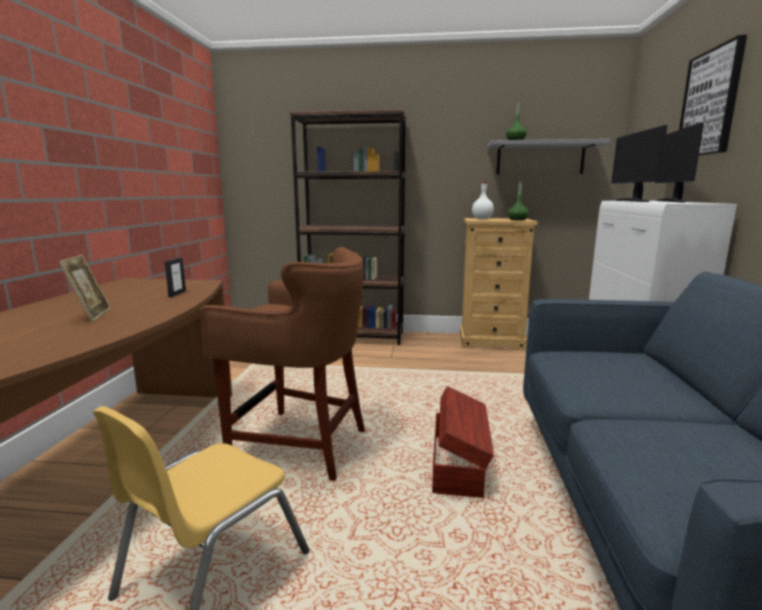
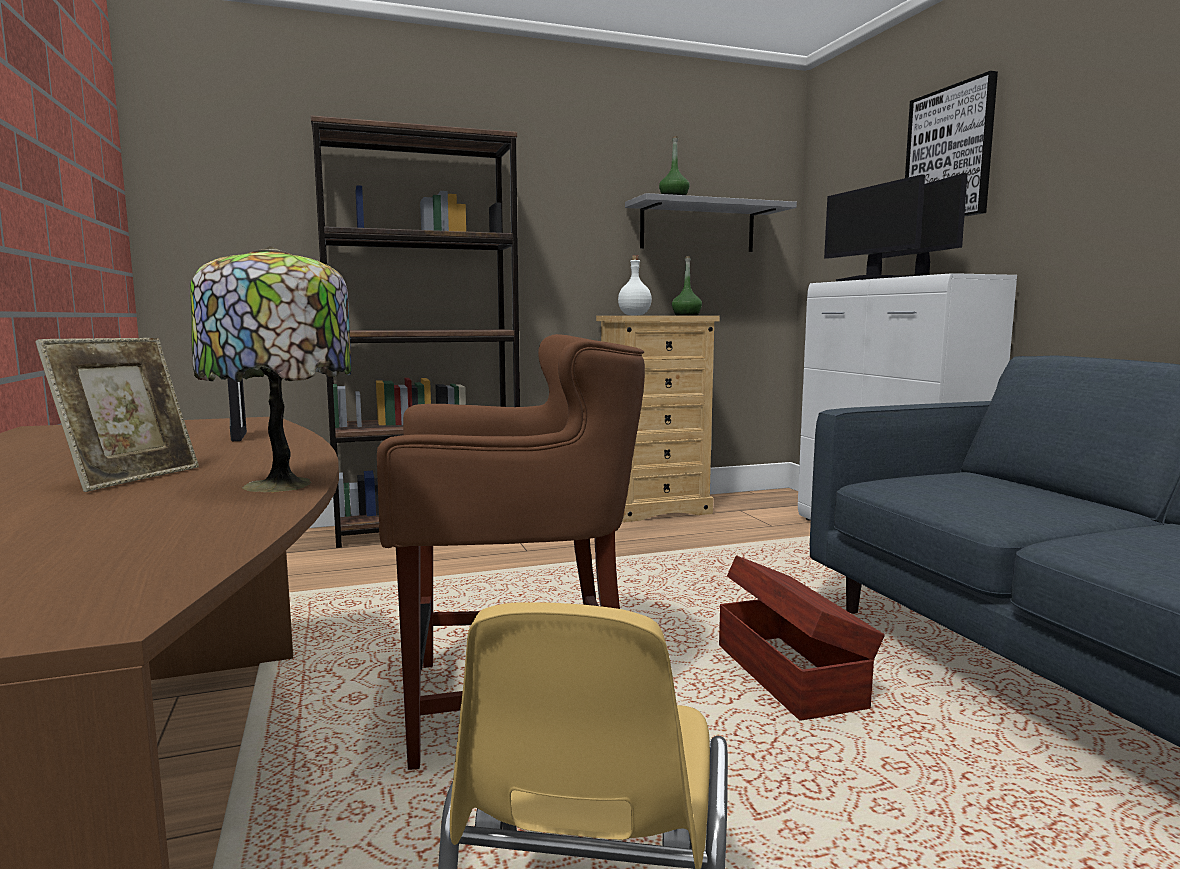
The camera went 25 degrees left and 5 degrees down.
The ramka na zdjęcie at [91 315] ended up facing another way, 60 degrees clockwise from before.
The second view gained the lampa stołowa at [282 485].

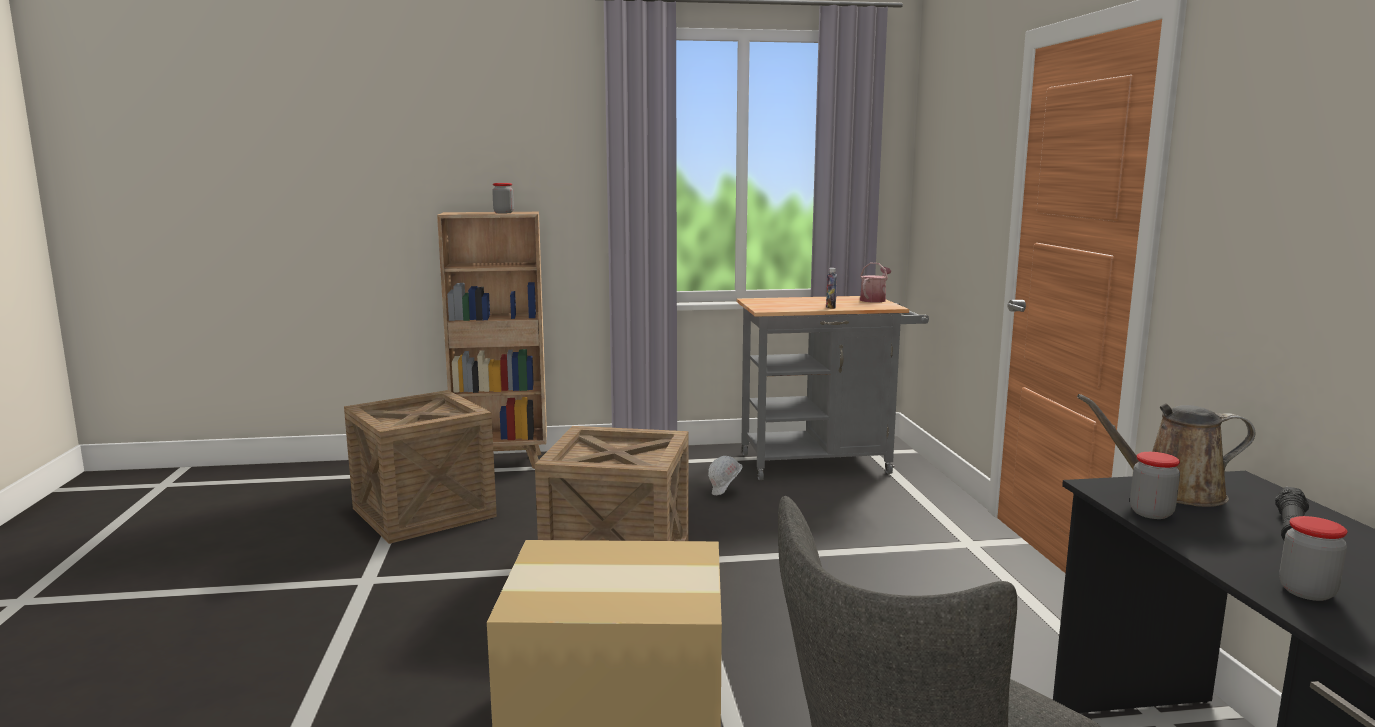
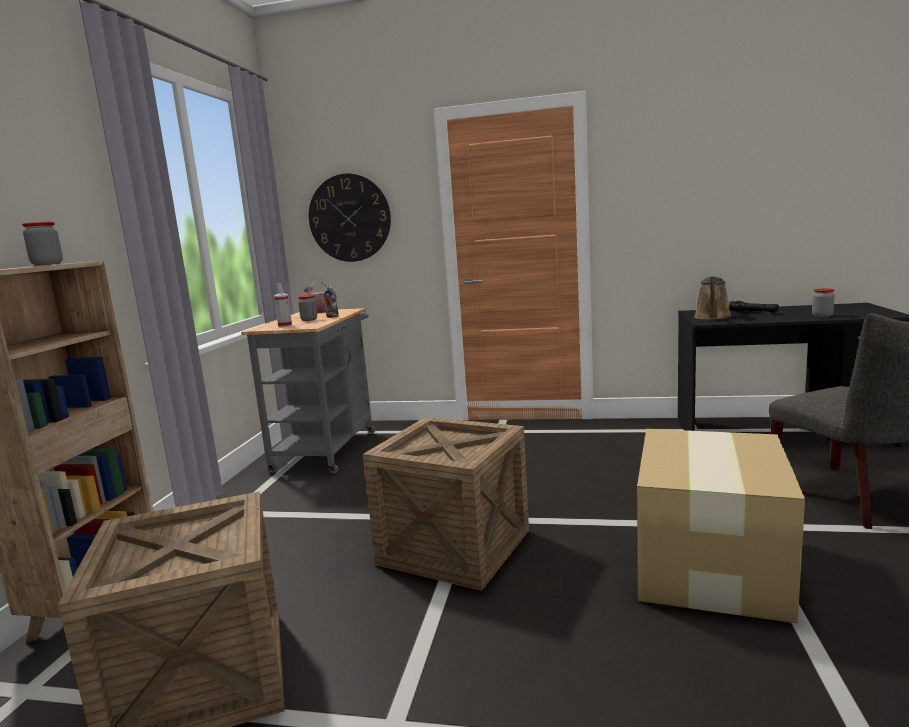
The camera went 70 degrees left and 0 degrees up.
The second view gained the spryskiwacz at [285 326].
The słoik ended up elsewhere, having gone from [1151 513] to [309 320].
The second view gained the zegar ścienny at [349 218].
The second view lost the kask (biały) at [725 493].

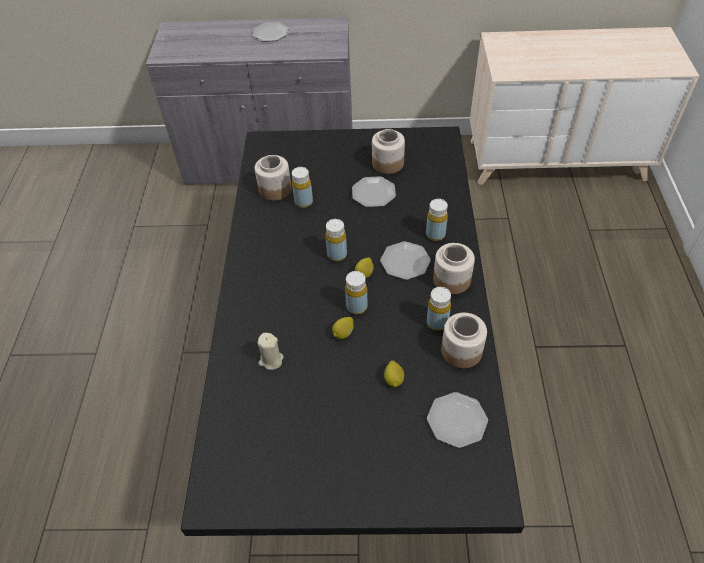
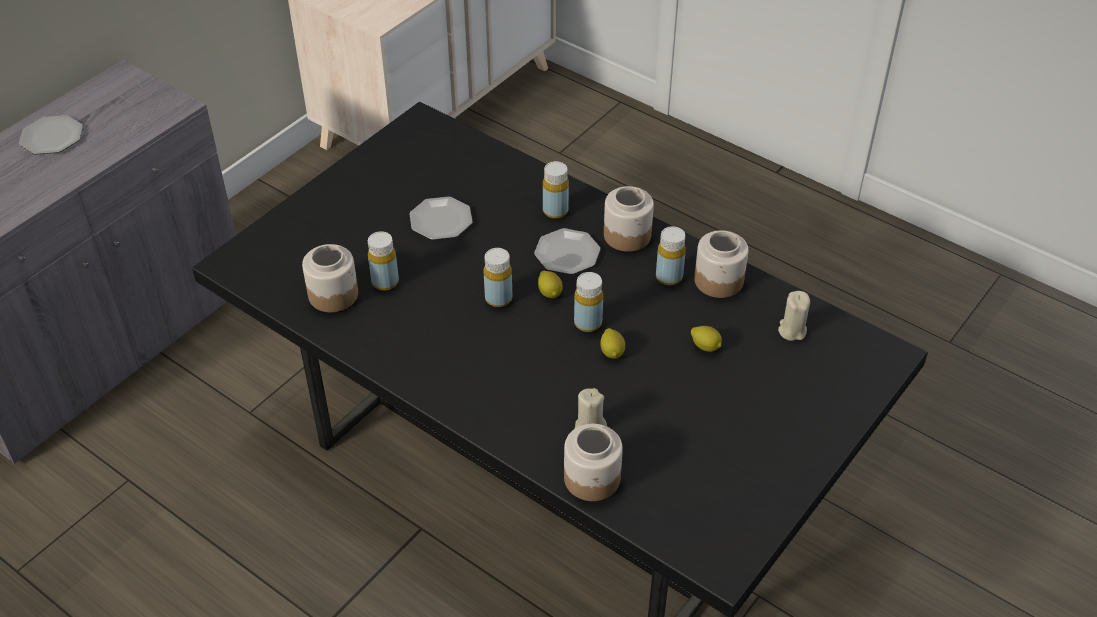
The camera went 55 degrees left and 5 degrees down.
The słoik ended up elsewhere, having gone from [387 164] to [592 479].
Where the talerz stood at [457 421], the świeca (beżowy) came to stand at [792 330].

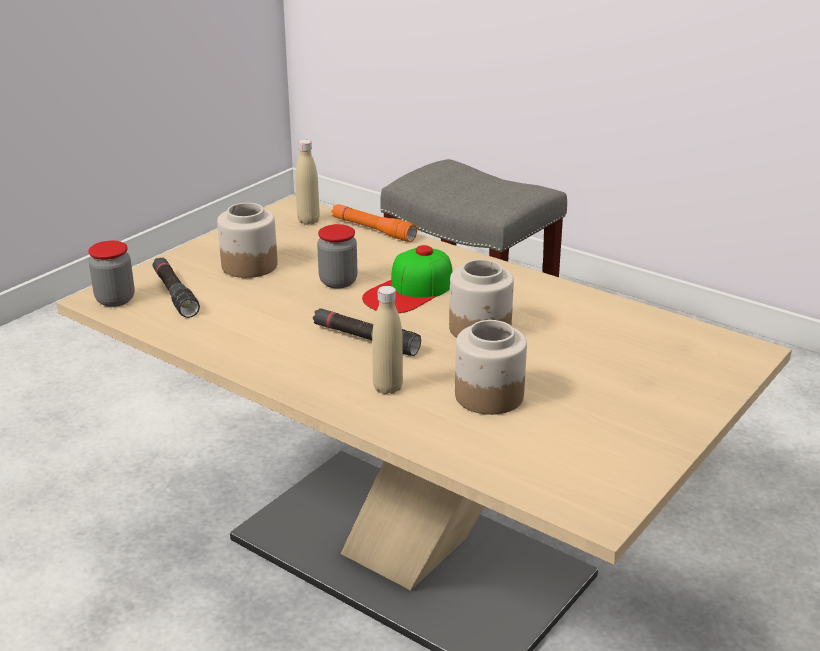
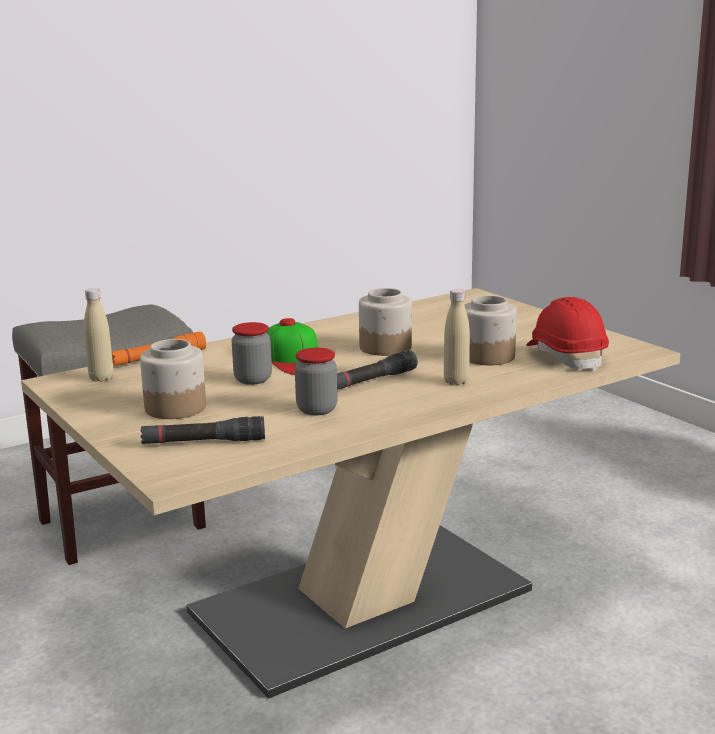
The camera went 70 degrees left and 10 degrees down.
The słoik ended up elsewhere, having gone from [115 300] to [317 409].
The second view gained the kask (czerwony) at [566 357].

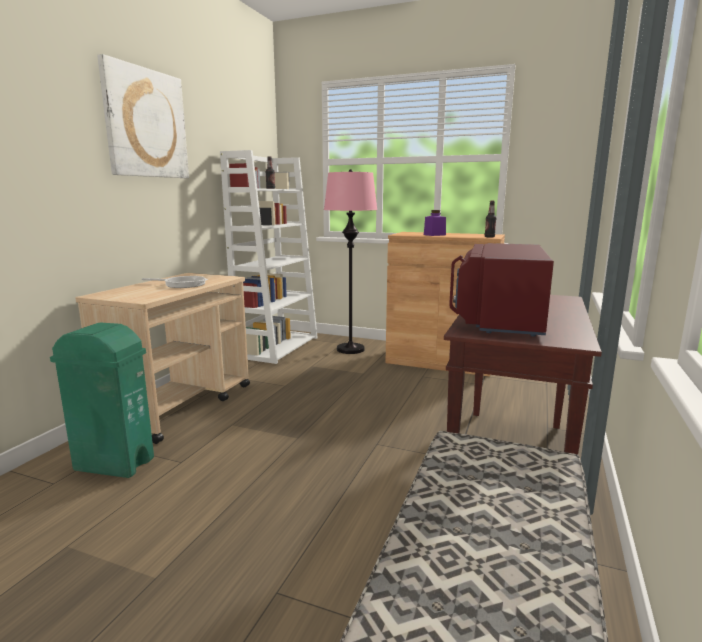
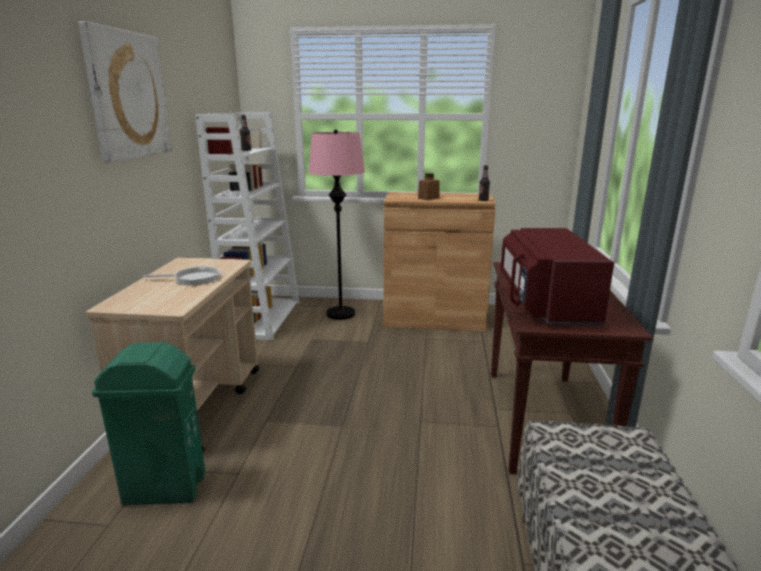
The camera went 15 degrees left and 5 degrees up.
What was the słoik (fioletowy) at [434 235] turned into the słoik (brązowy) at [428 198].

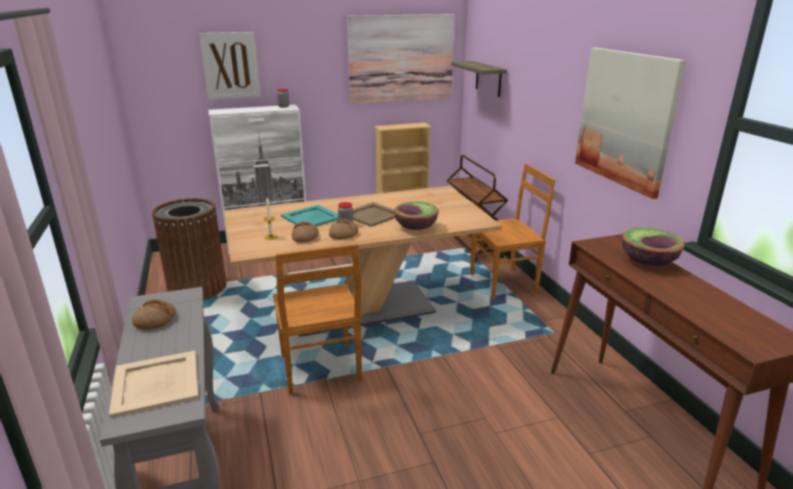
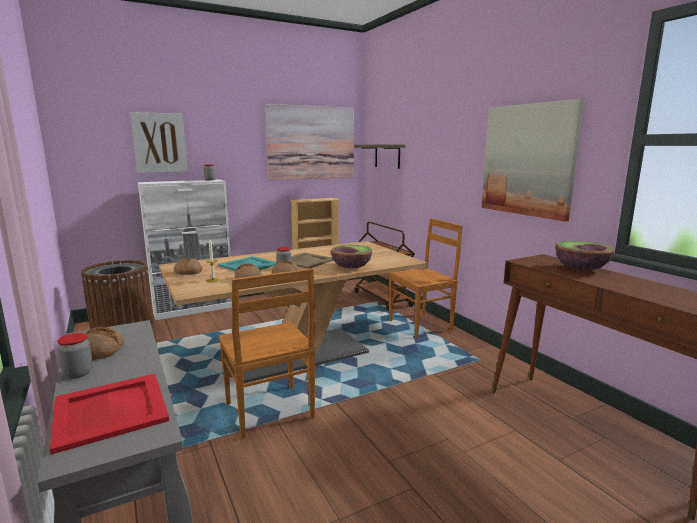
The camera went 10 degrees left and 10 degrees down.
What was the taca (beżowy) at [157 382] turned into the taca (czerwony) at [111 409].
The second view gained the słoik at [78 373].
The second view gained the chleb at [188 272].

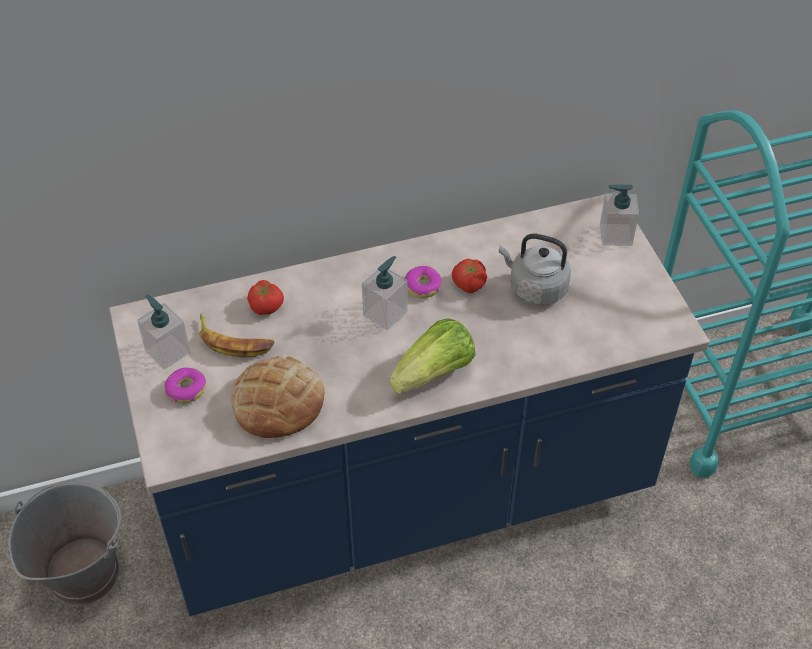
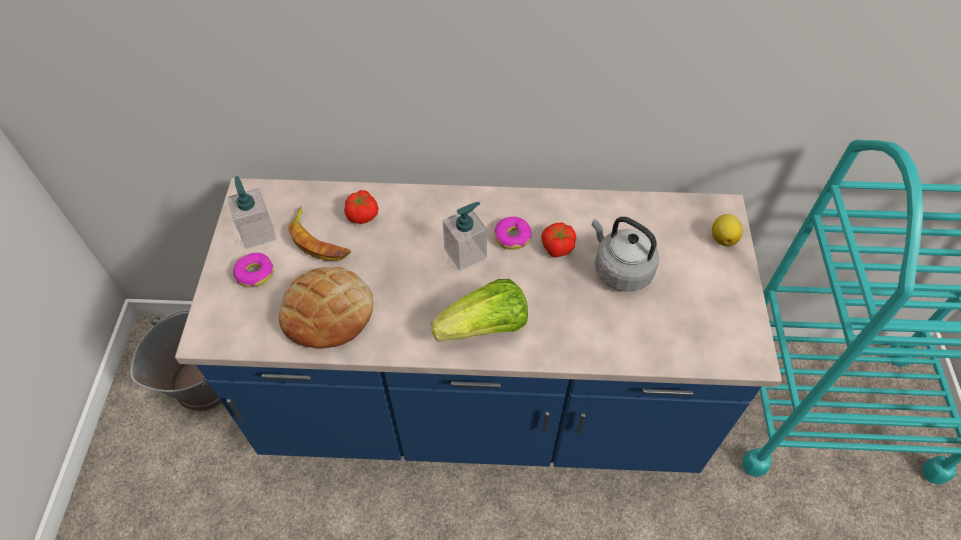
The camera went 20 degrees right and 5 degrees up.
Where the dozownik mydła stood at [615 235], the cytryna came to stand at [723 238].

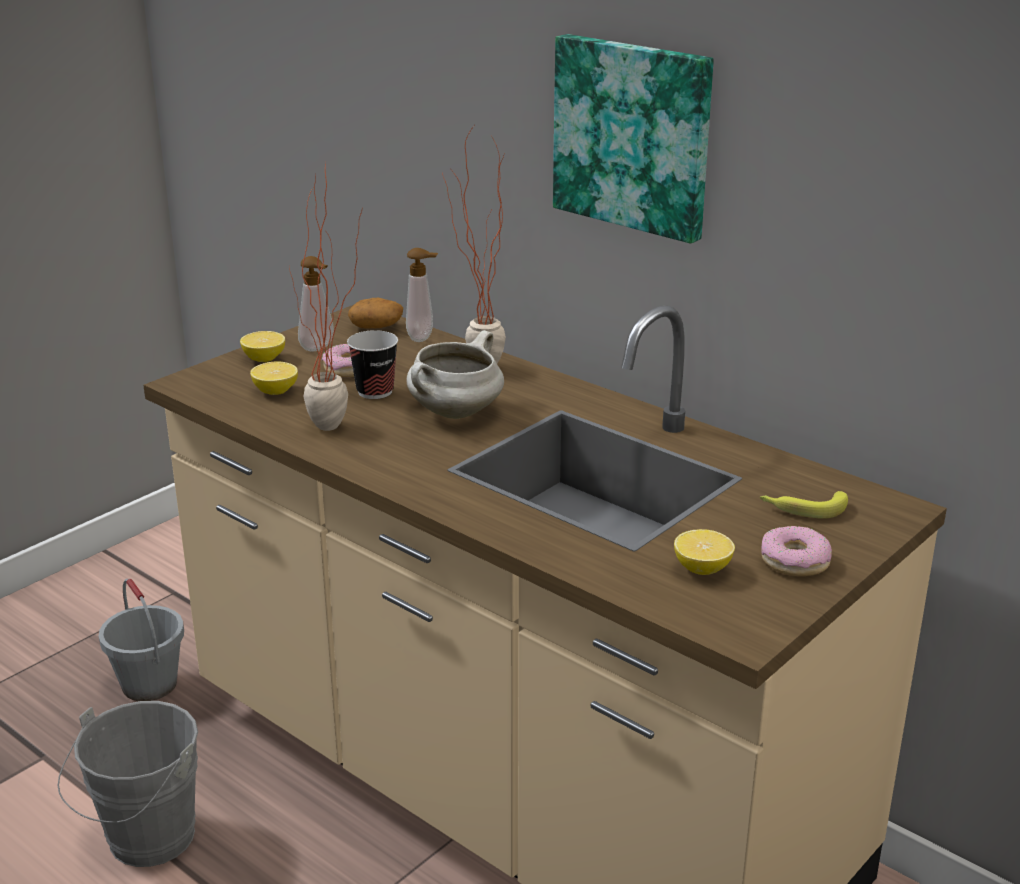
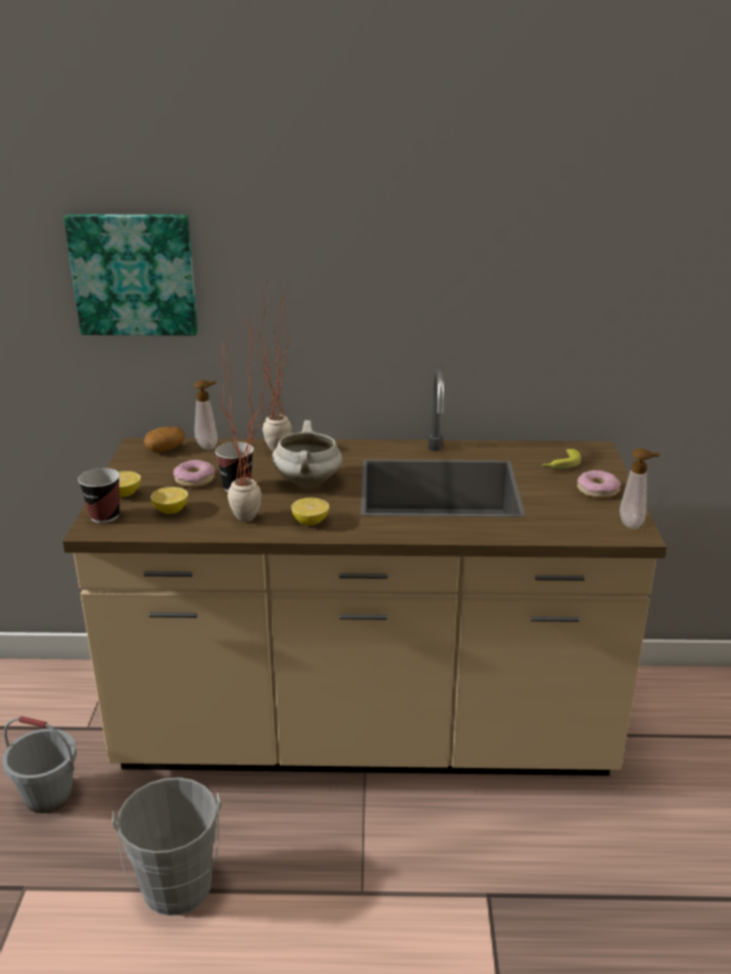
The camera went 40 degrees left and 0 degrees up.
The obraz ended up elsewhere, having gone from [634 135] to [134 274].
The second view gained the filiżanka at [104 516].
The cytryna ended up elsewhere, having gone from [702 569] to [310 522].
The dozownik mydła ended up elsewhere, having gone from [319 348] to [633 524].

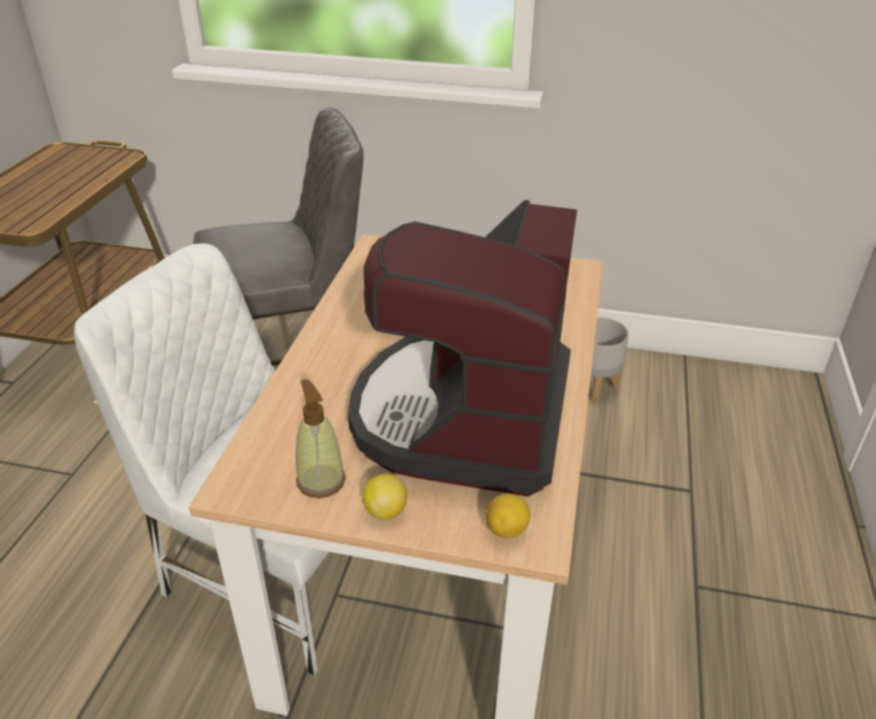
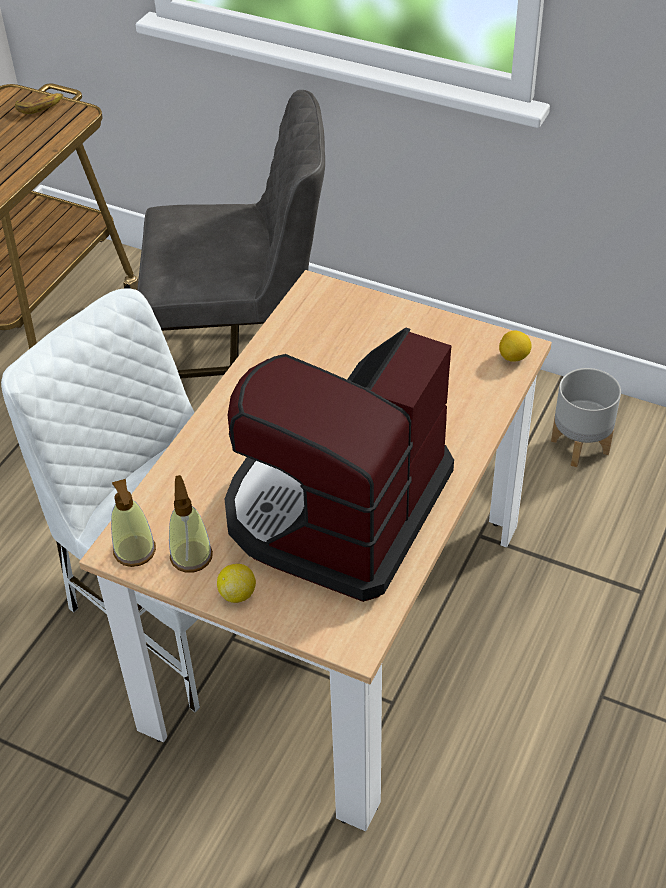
The camera went 15 degrees right and 10 degrees up.
The second view gained the banan at [40 106].
The second view gained the dozownik mydła at [135 551].
The cytryna ended up elsewhere, having gone from [507 530] to [514 357].

